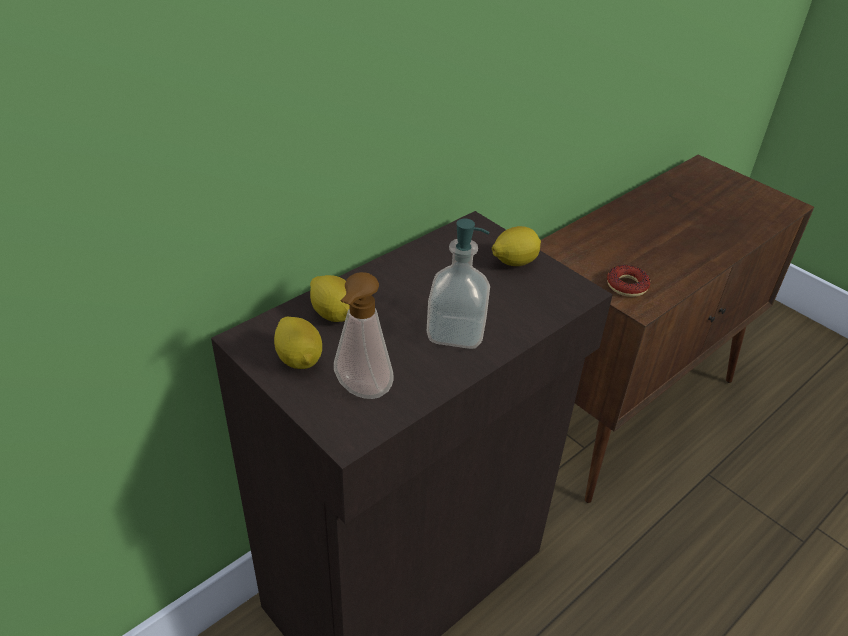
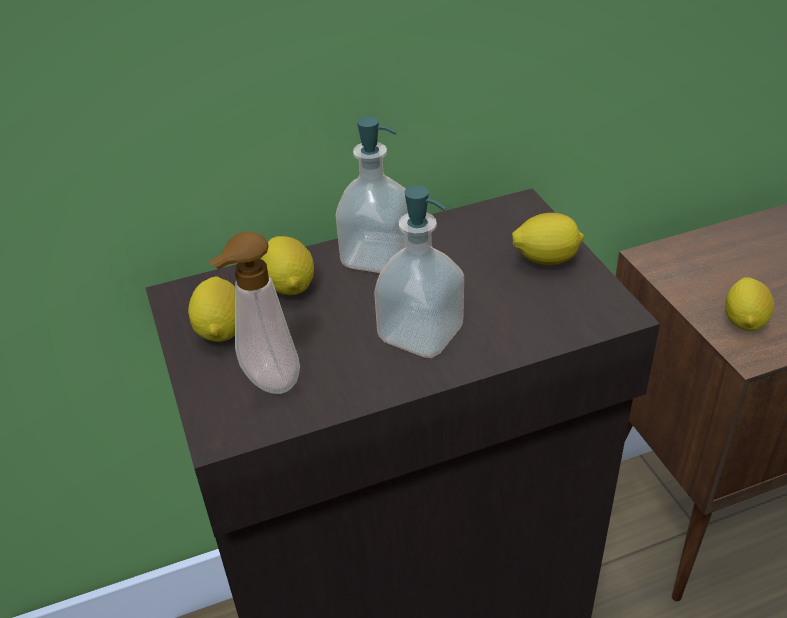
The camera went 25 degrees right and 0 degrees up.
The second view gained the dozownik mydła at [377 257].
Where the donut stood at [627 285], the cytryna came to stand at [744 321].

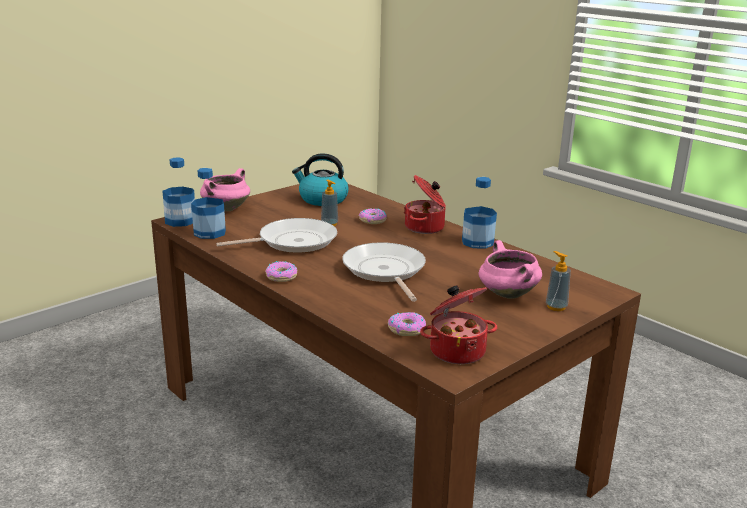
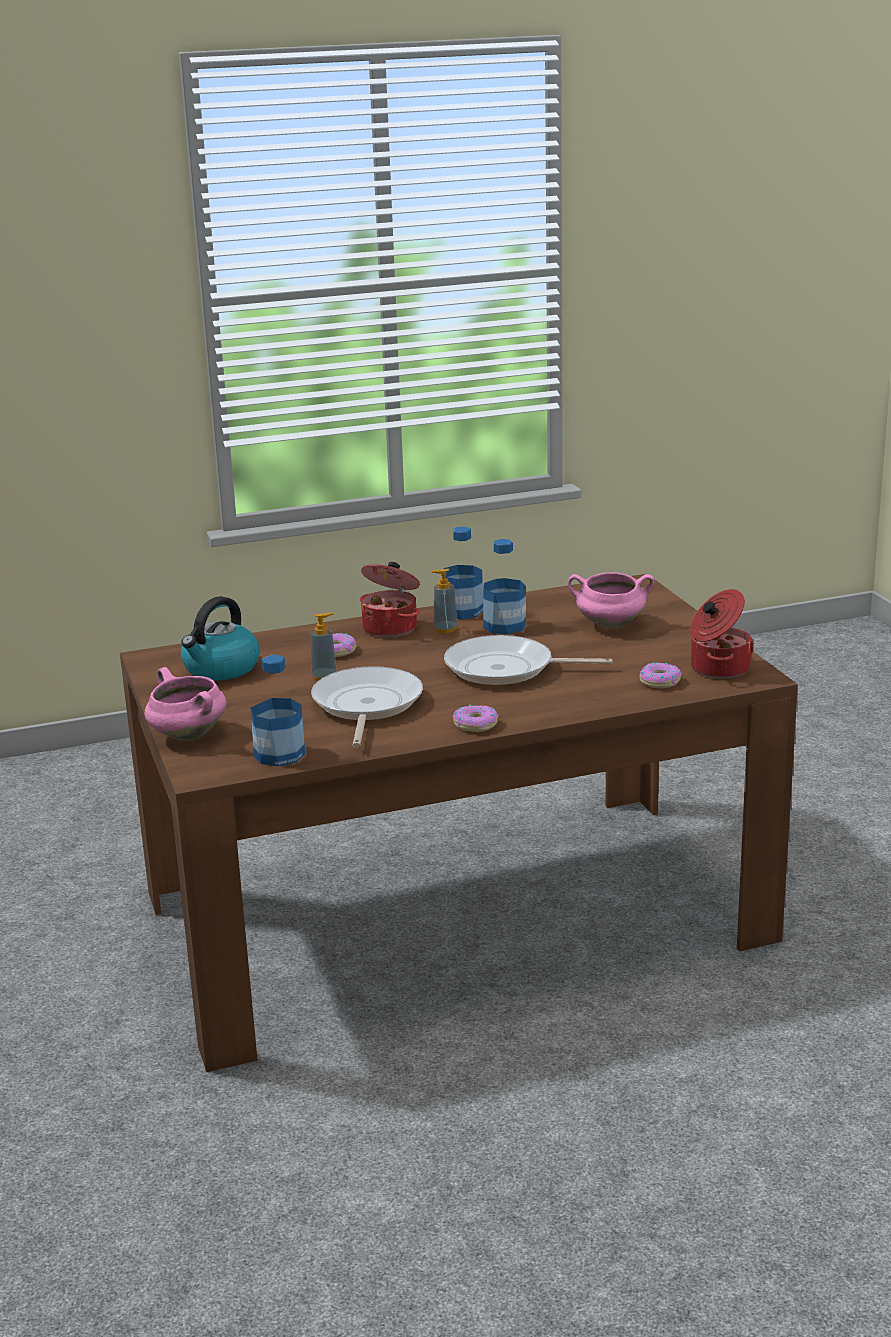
The camera went 65 degrees left and 0 degrees up.
The dozownik mydła ended up elsewhere, having gone from [556 307] to [445 629].
The butelka ended up elsewhere, having gone from [180 221] to [504 626].

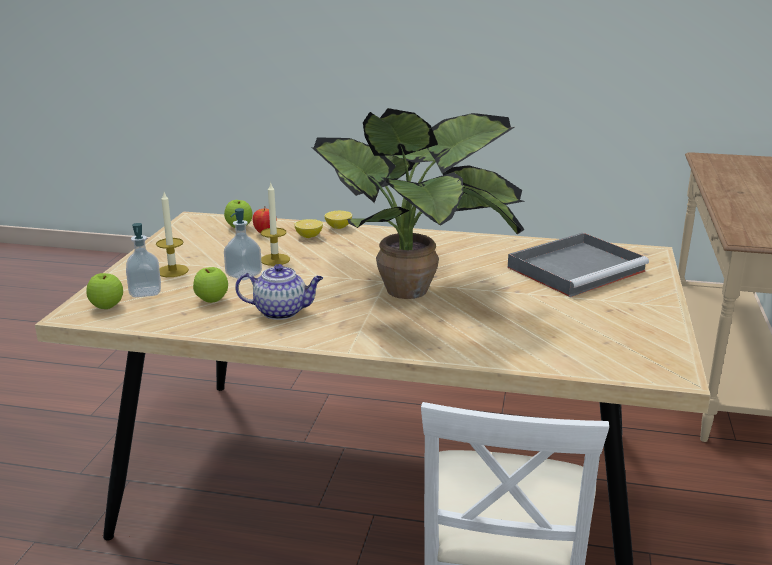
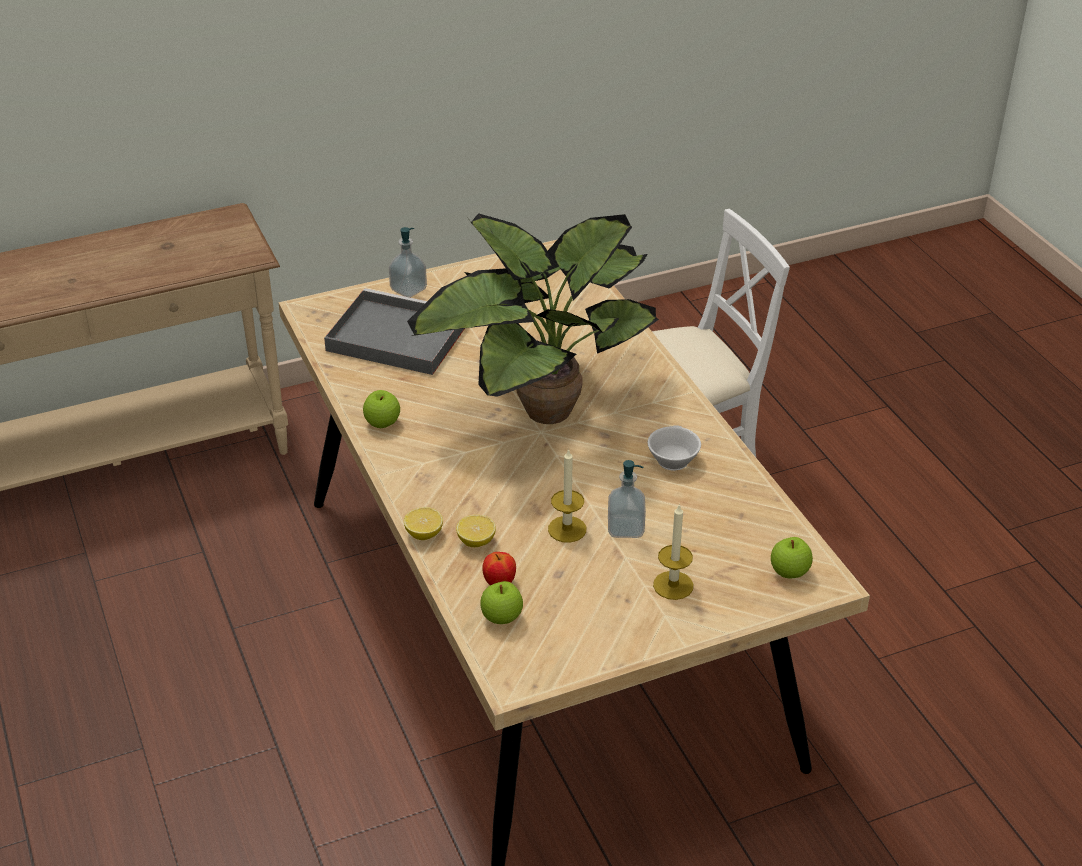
The camera went 125 degrees left and 15 degrees up.
The jabłko ended up elsewhere, having gone from [212 300] to [382 423].
The dozownik mydła ended up elsewhere, having gone from [145 292] to [408 289].
Where the imbryk stood at [282 312], the filiżanka (biały) came to stand at [671 459].

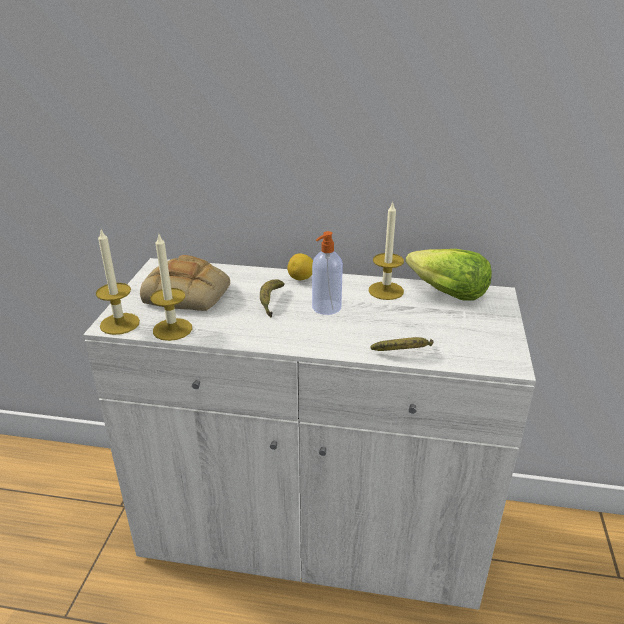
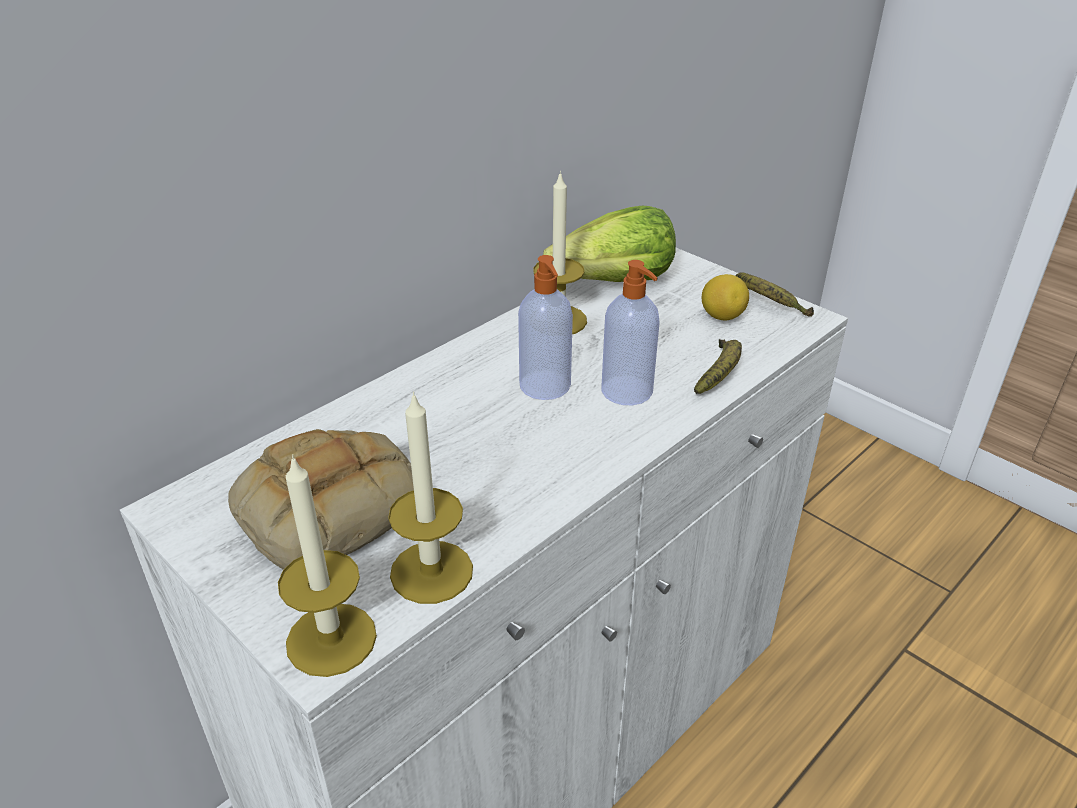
The camera went 55 degrees left and 5 degrees up.
The second view gained the dozownik mydła at [628 392].
The cytryna ended up elsewhere, having gone from [301 279] to [722 317].
The banan ended up elsewhere, having gone from [271 302] to [767 304].

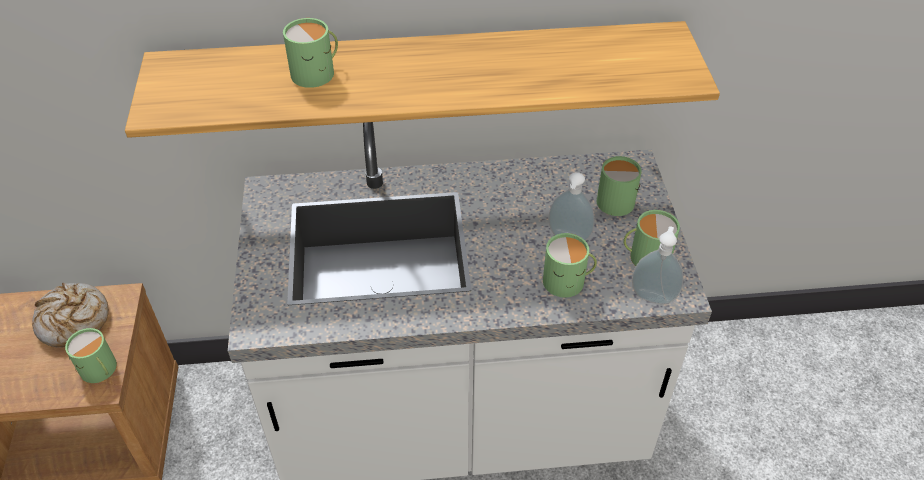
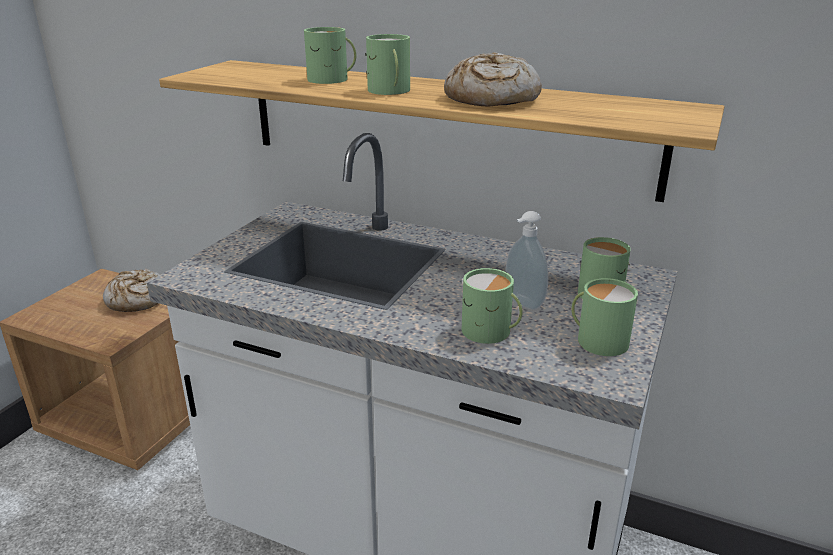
The camera went 30 degrees right and 20 degrees down.
The kubek (zielony) ended up elsewhere, having gone from [100 370] to [389 91].
The second view gained the chleb at [491 99].
The second view lost the dozownik mydła at [653 295].

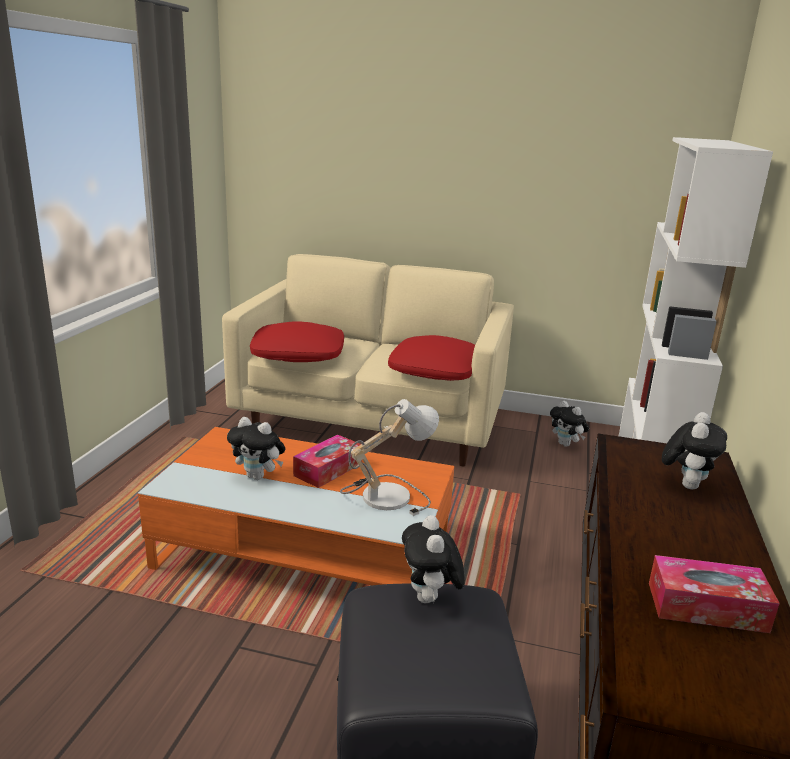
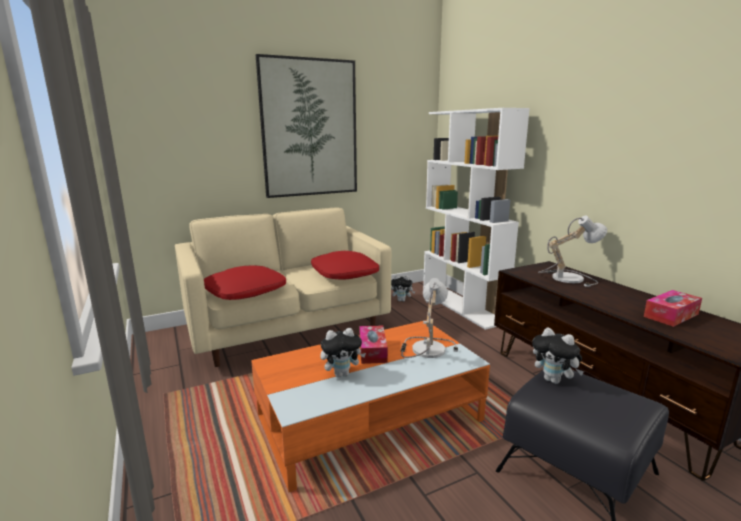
The camera went 40 degrees left and 5 degrees down.
The second view gained the obraz at [309 129].
Where the pluszak stood at [686 484], the lampa stołowa came to stand at [567 277].

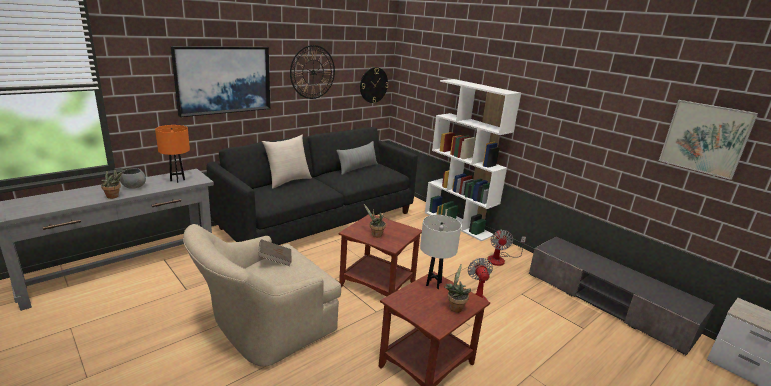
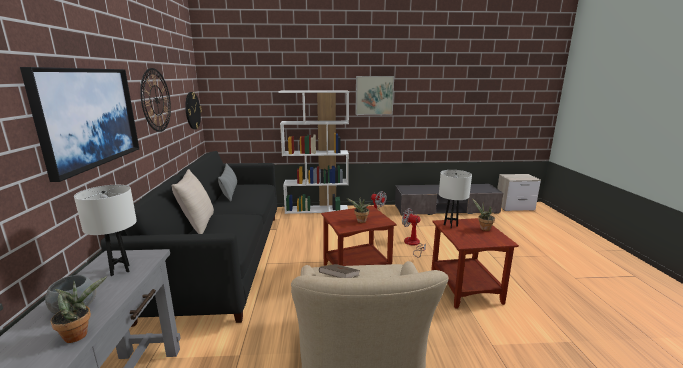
The camera went 50 degrees left and 5 degrees down.
What was the lampa stołowa (pomarańczowy) at [177 180] turned into the lampa stołowa (biały) at [120 270].
The obraz ended up elsewhere, having gone from [705 138] to [374 95].

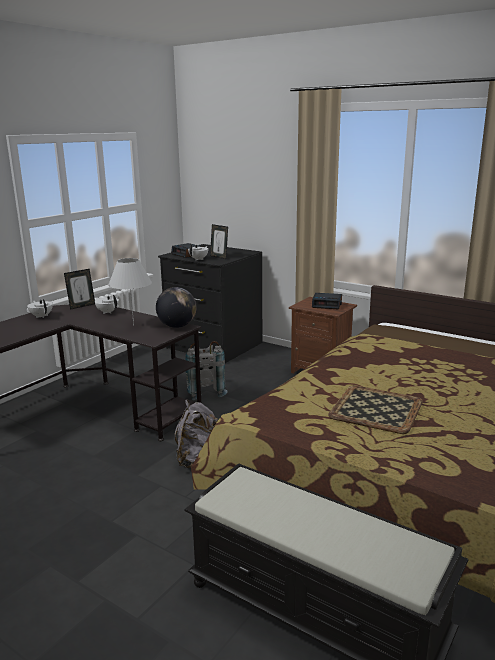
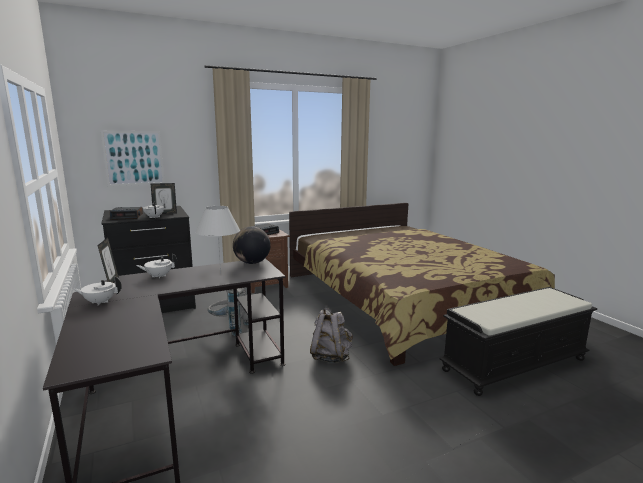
The camera went 60 degrees left and 5 degrees down.
The second view gained the obraz at [134 158].
The second view lost the taca at [375 408].

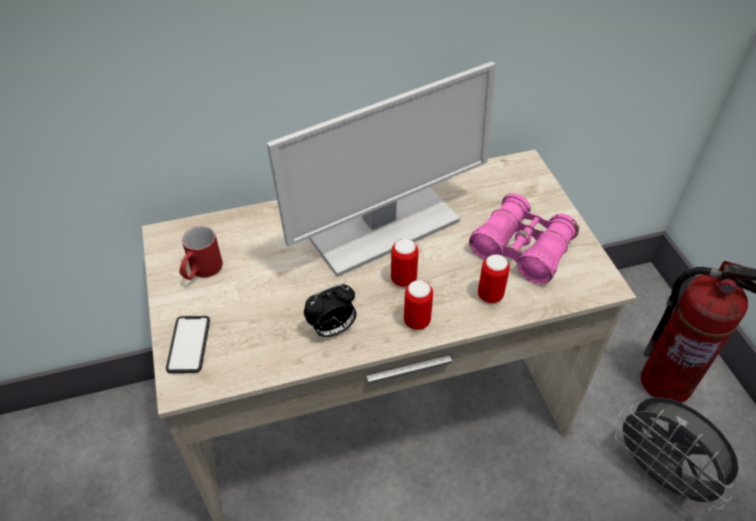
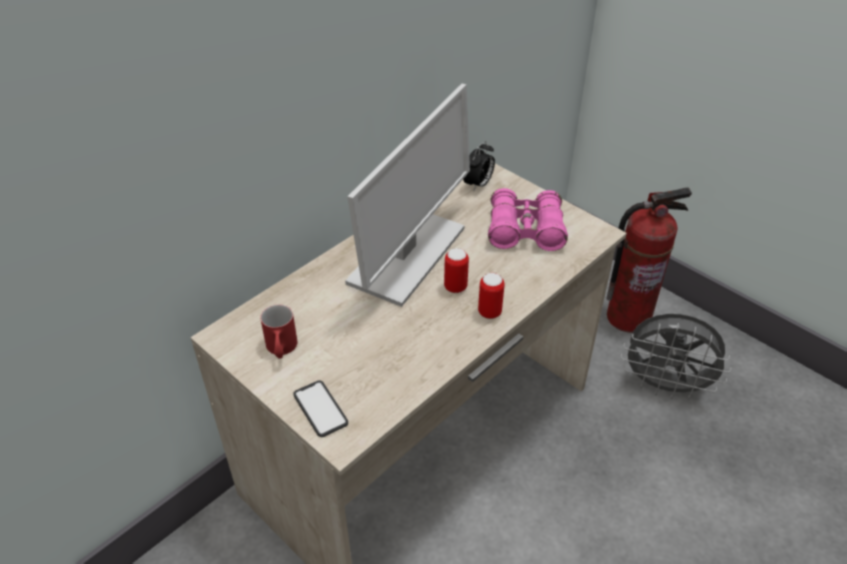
The camera went 30 degrees left and 5 degrees down.
The budzik ended up elsewhere, having gone from [332 329] to [478 185].
The second view lost the puszka at [490 295].

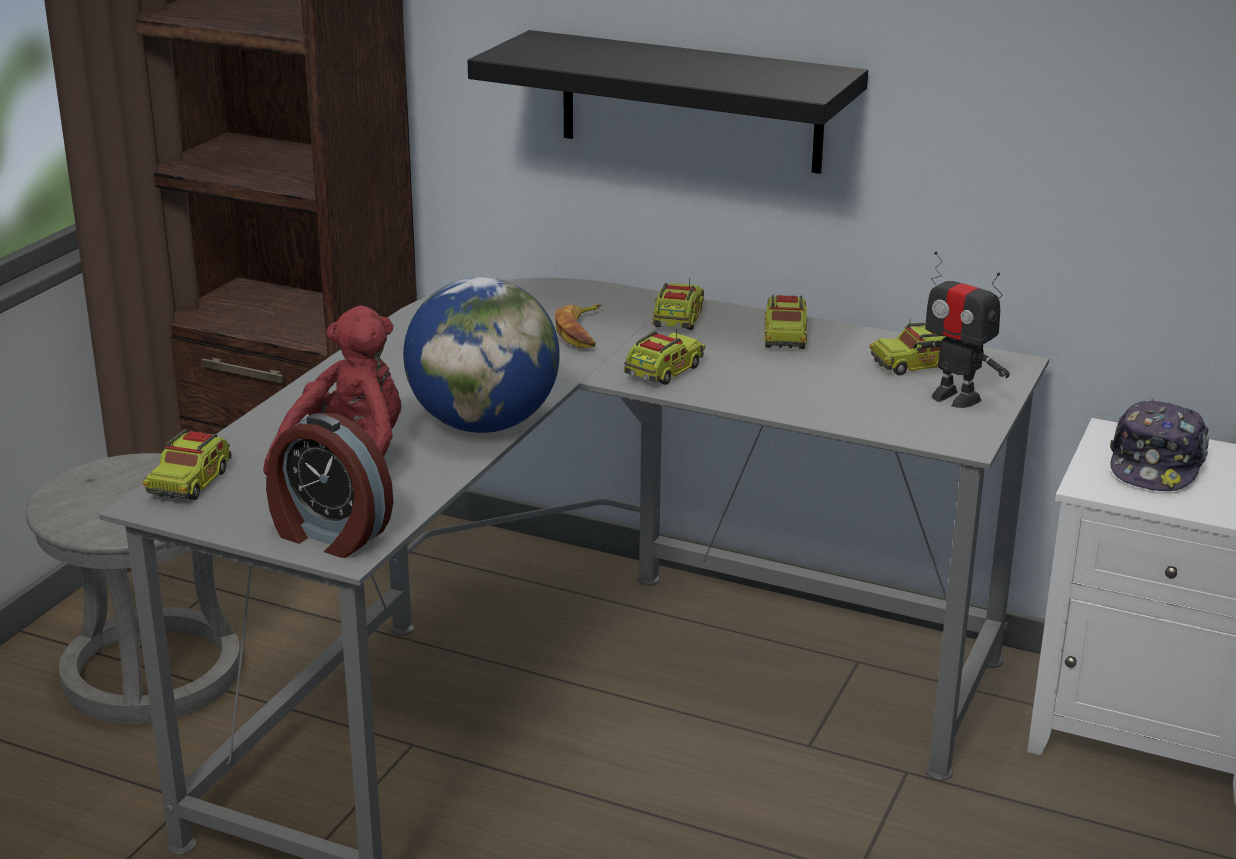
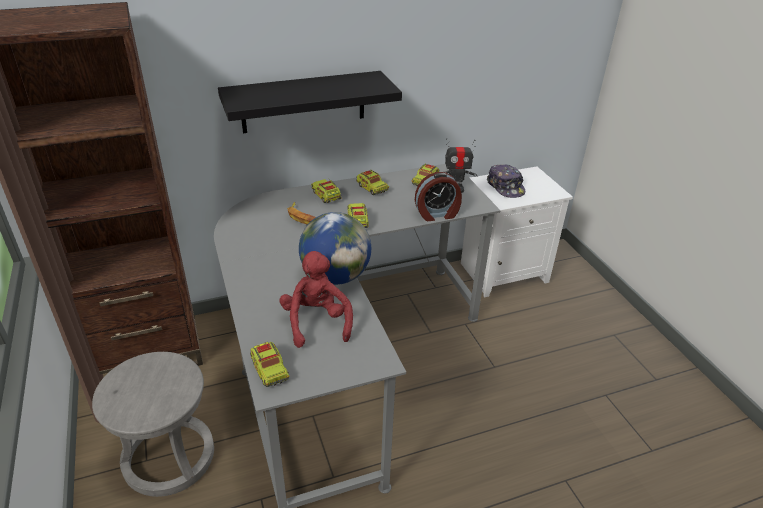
The camera went 45 degrees left and 10 degrees up.
The budzik ended up elsewhere, having gone from [329 535] to [437 214].

